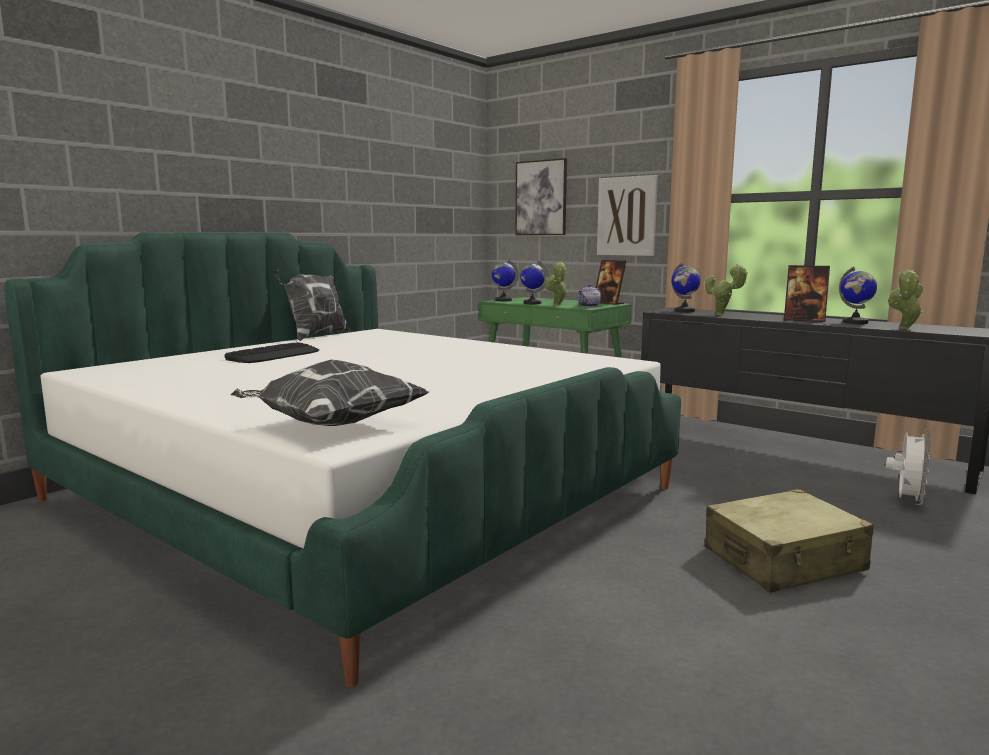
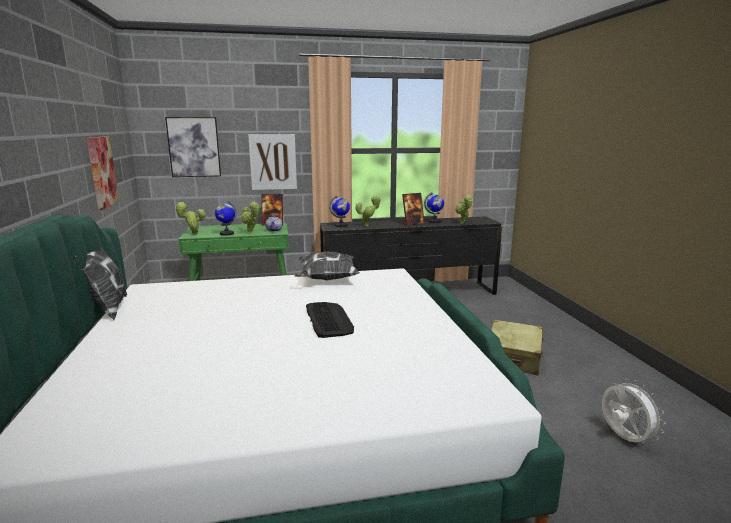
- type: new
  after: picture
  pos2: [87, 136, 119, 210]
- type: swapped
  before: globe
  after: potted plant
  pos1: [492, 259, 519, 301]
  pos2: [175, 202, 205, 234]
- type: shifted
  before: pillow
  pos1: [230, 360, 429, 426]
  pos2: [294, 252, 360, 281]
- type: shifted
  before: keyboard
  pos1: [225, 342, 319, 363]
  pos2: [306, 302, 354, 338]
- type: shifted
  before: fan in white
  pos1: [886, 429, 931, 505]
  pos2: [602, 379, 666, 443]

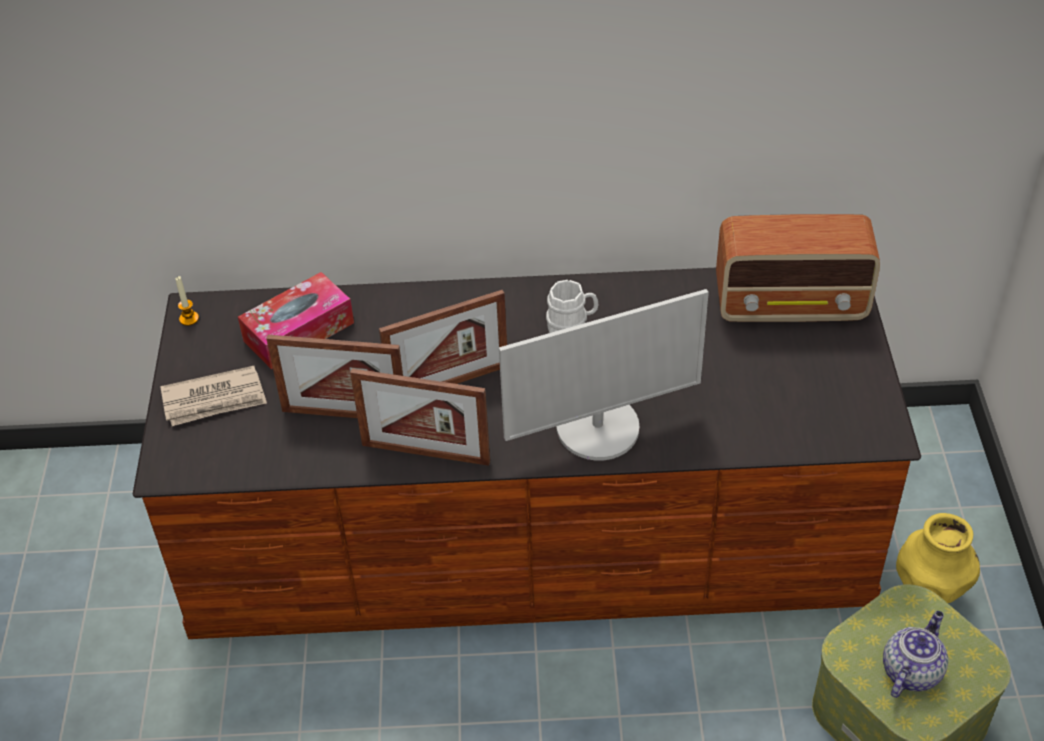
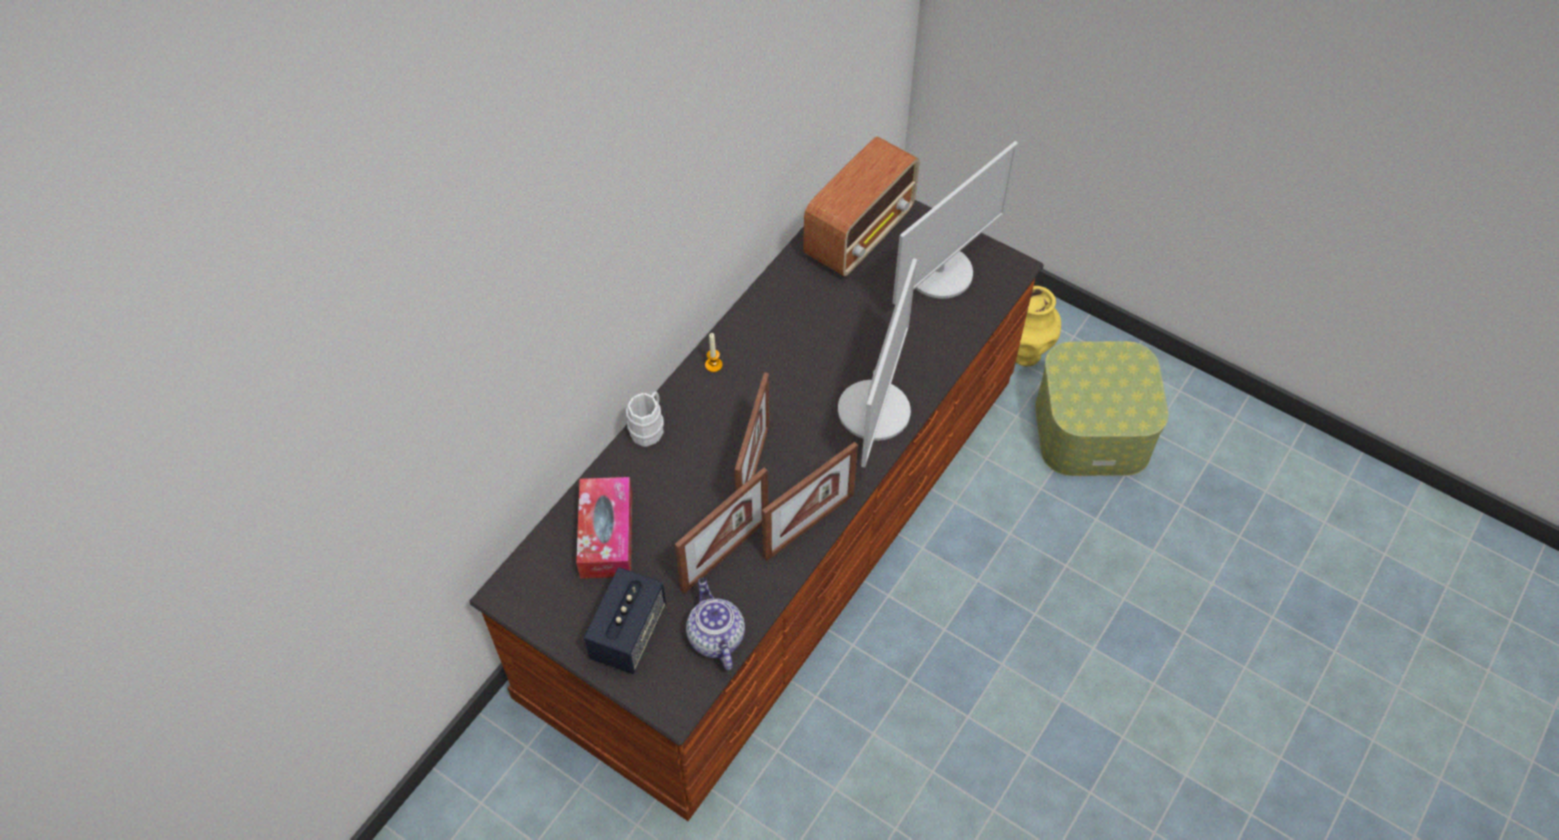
- type: swapped
  before: newspaper
  after: speaker
  pos1: [160, 366, 267, 426]
  pos2: [584, 567, 666, 674]
- type: shifted
  before: mug in white
  pos1: [546, 280, 599, 333]
  pos2: [626, 391, 664, 447]
- type: shifted
  before: teapot
  pos1: [883, 611, 948, 698]
  pos2: [686, 578, 745, 670]
- type: shifted
  before: candle
  pos1: [176, 276, 199, 326]
  pos2: [705, 333, 723, 372]
- type: new
  after: monitor
  pos2: [892, 141, 1018, 305]

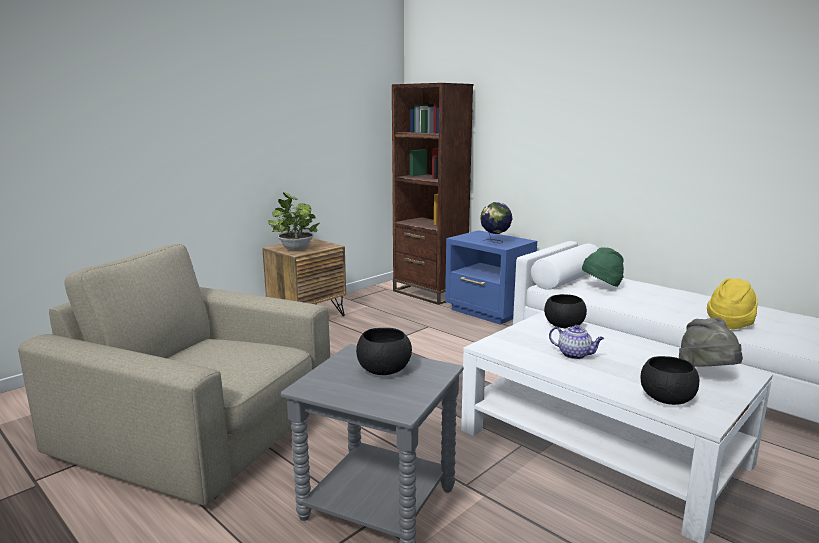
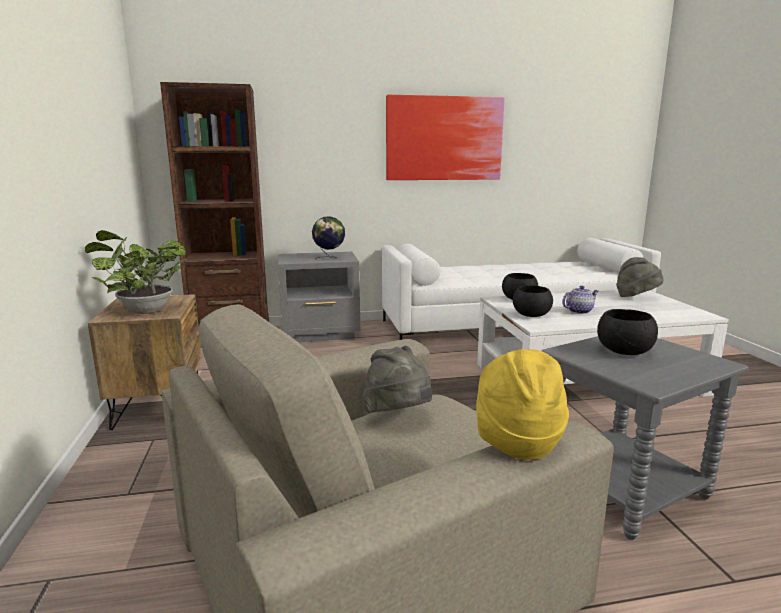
- type: repainted
  before: nightstand in blue
  after: nightstand in grey
  pos1: [445, 230, 537, 325]
  pos2: [278, 252, 360, 342]
- type: new
  after: hat in grey
  pos2: [362, 346, 432, 413]
- type: new
  after: picture
  pos2: [386, 95, 505, 180]
- type: shifted
  before: hat in yellow
  pos1: [707, 278, 758, 329]
  pos2: [476, 349, 569, 460]
- type: shifted
  before: bowl in black
  pos1: [641, 356, 699, 405]
  pos2: [513, 285, 553, 317]
- type: gone
  before: hat in green
  pos1: [582, 248, 624, 287]

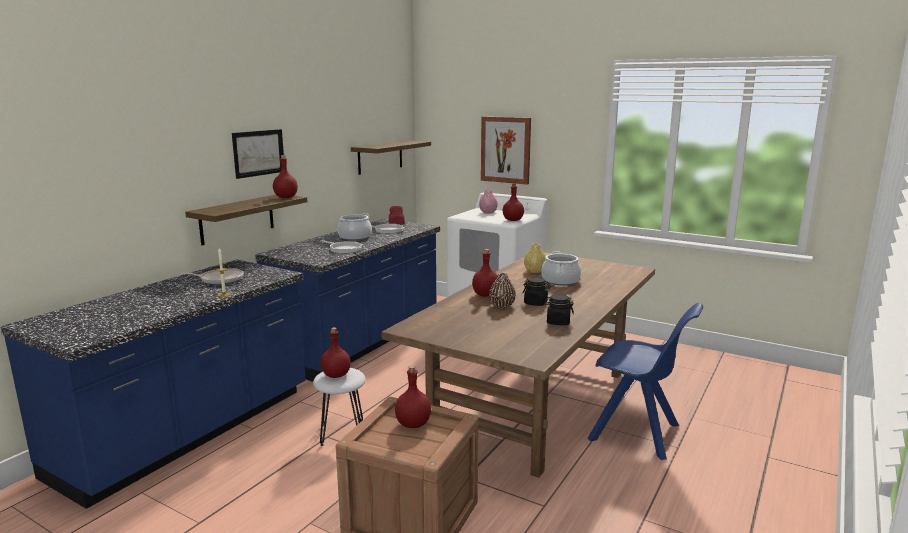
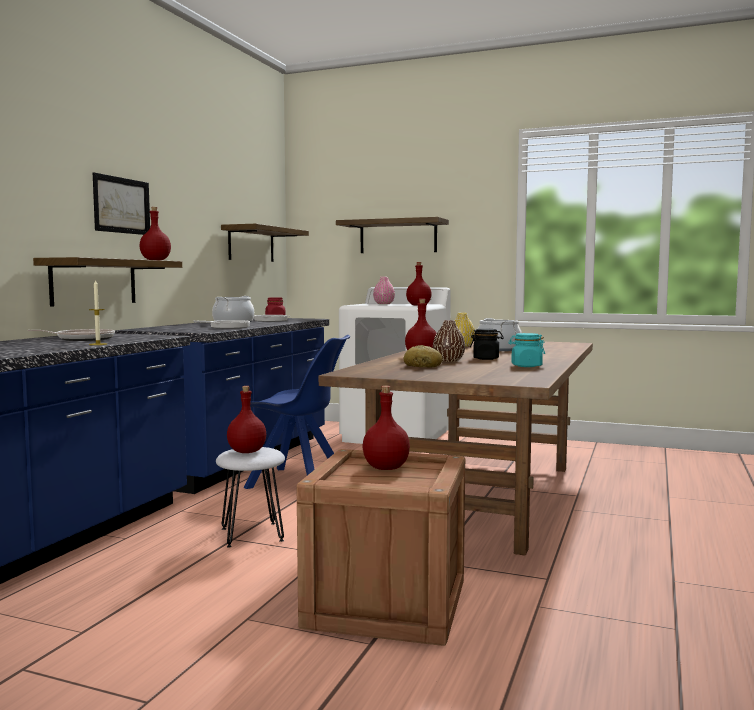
- type: shifted
  before: chair in blue
  pos1: [587, 303, 703, 460]
  pos2: [243, 335, 350, 489]
- type: swapped
  before: picture
  after: shelf
  pos1: [481, 117, 531, 185]
  pos2: [336, 217, 449, 253]
- type: new
  after: bread
  pos2: [404, 345, 443, 368]
- type: repainted
  before: jar in black
  after: jar in turquoise
  pos1: [544, 294, 574, 325]
  pos2: [508, 333, 545, 367]

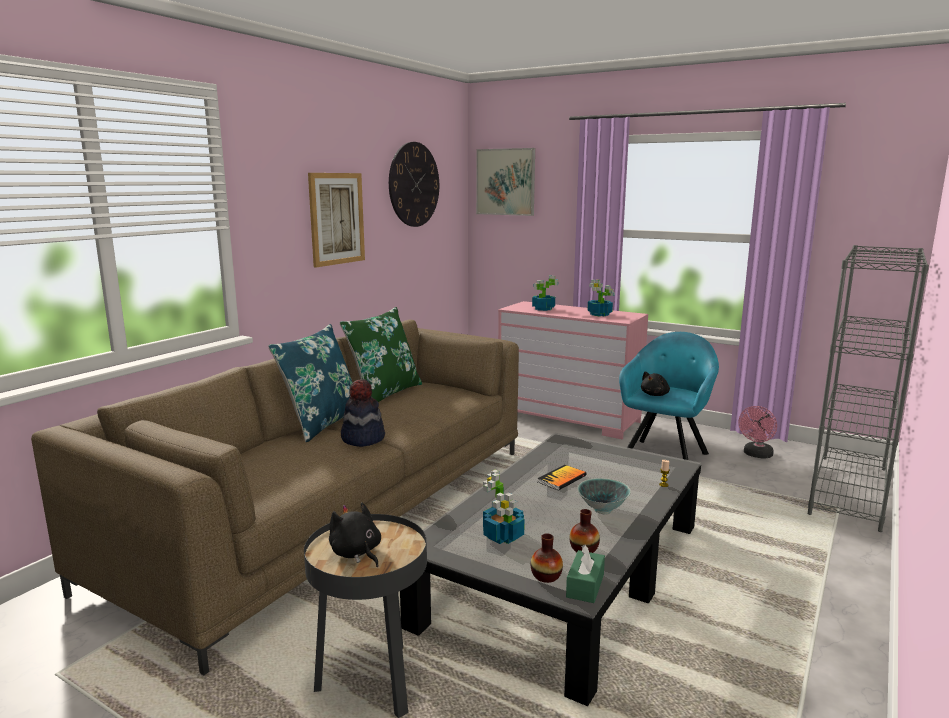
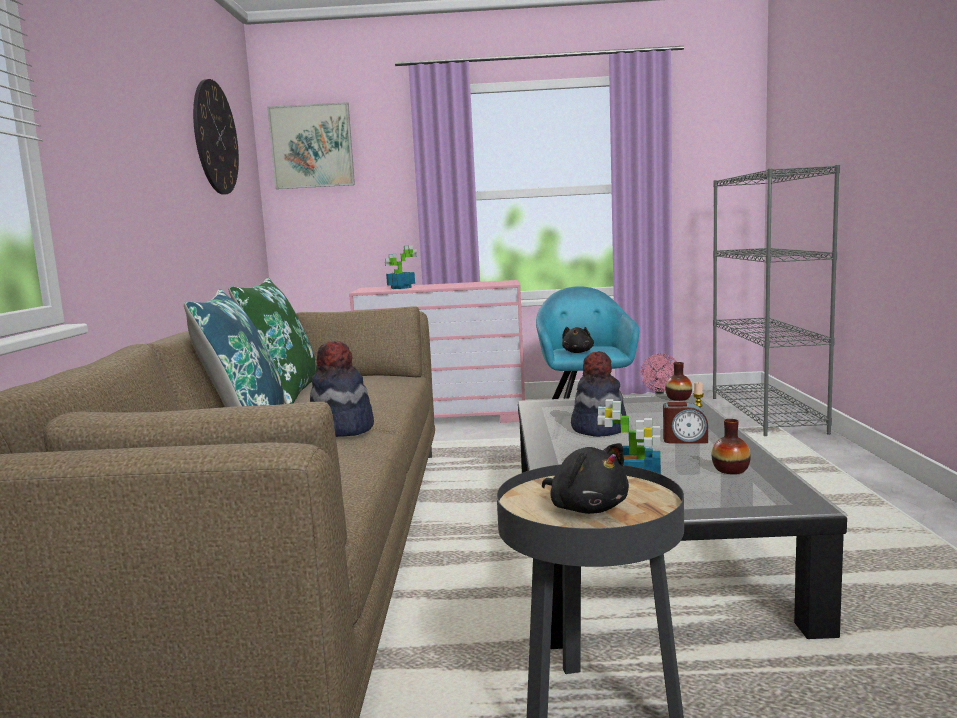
- type: rotated
  before: plush toy in black
  pos1: [329, 502, 381, 567]
  pos2: [542, 443, 629, 514]
  turn: -150
- type: swapped
  before: book
  after: hat
  pos1: [537, 465, 587, 490]
  pos2: [571, 351, 626, 437]
- type: swapped
  before: bowl
  after: alarm clock
  pos1: [578, 478, 631, 515]
  pos2: [663, 402, 708, 443]
- type: shifted
  before: vase
  pos1: [531, 533, 563, 583]
  pos2: [665, 362, 692, 401]
- type: gone
  before: picture
  pos1: [308, 173, 365, 267]
- type: gone
  before: tissue box in green
  pos1: [566, 545, 605, 603]
- type: gone
  before: potted plant
  pos1: [587, 280, 615, 316]

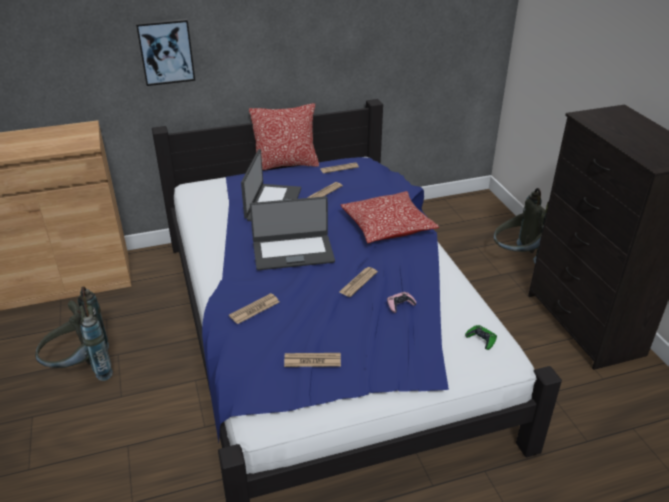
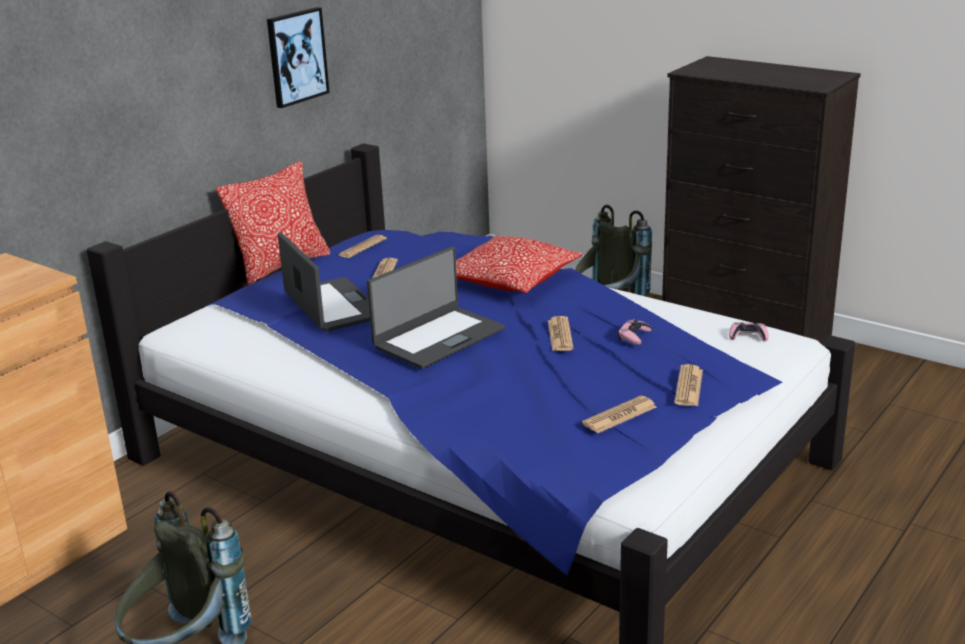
- type: shifted
  before: picture
  pos1: [136, 19, 195, 86]
  pos2: [267, 7, 330, 108]
- type: shifted
  before: newspaper
  pos1: [229, 293, 279, 324]
  pos2: [674, 364, 703, 406]
- type: repainted
  before: game controller in green
  after: game controller in pink
  pos1: [465, 325, 497, 350]
  pos2: [729, 322, 769, 341]

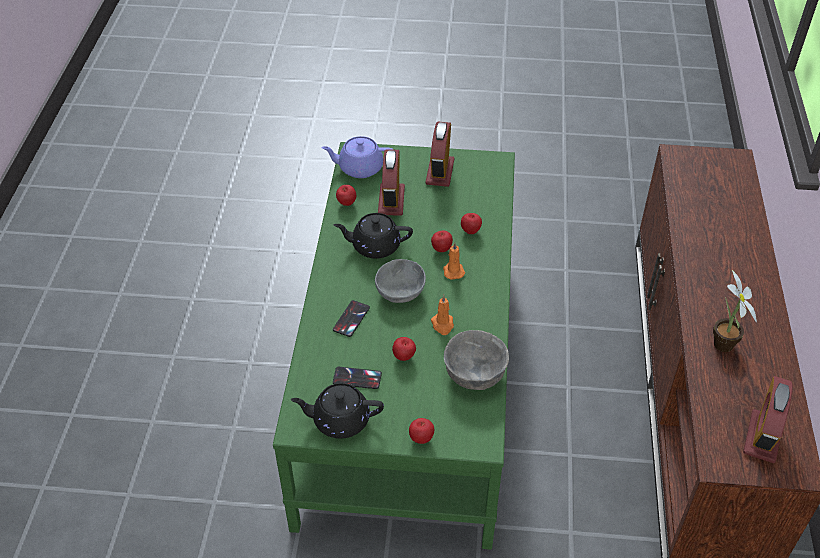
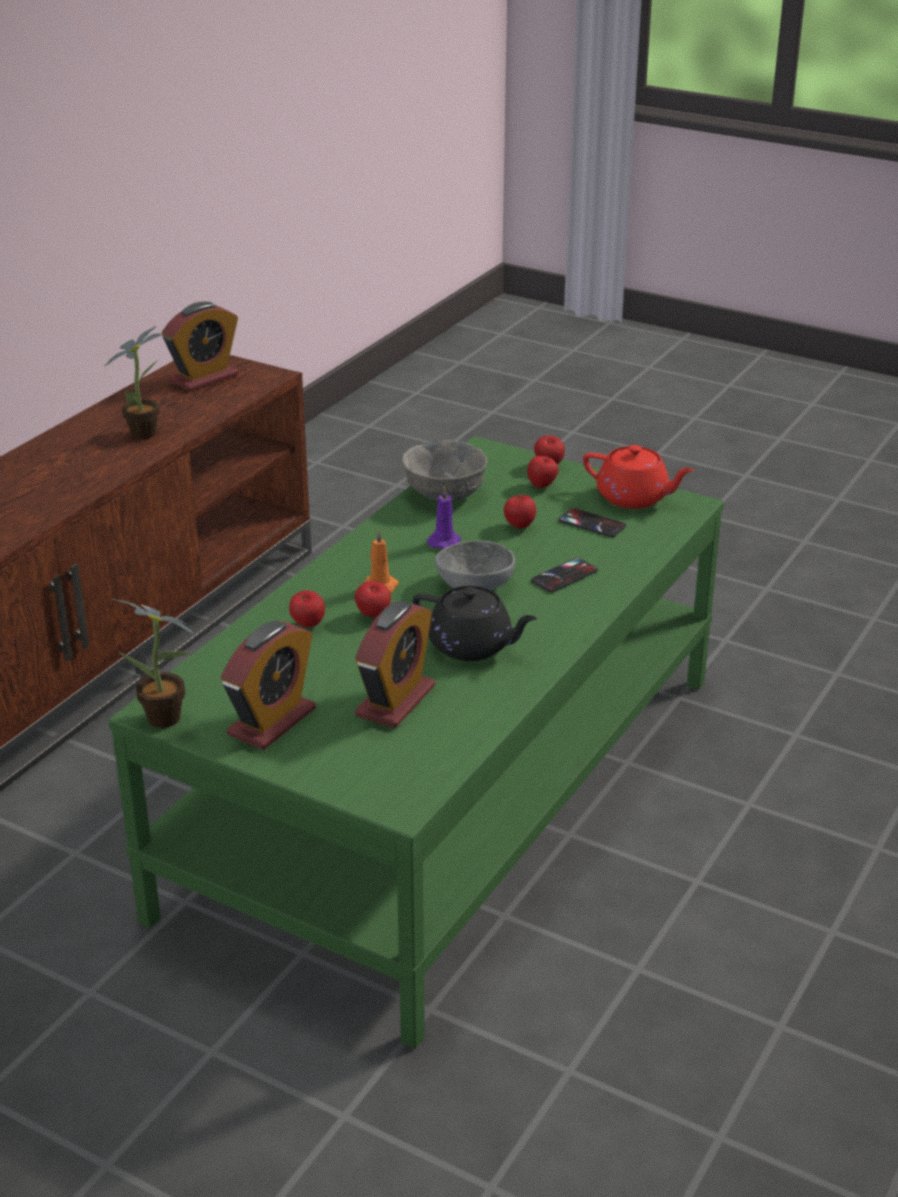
- type: new
  after: potted plant
  pos2: [112, 599, 193, 728]
- type: repainted
  before: candle in orange
  after: candle in purple
  pos1: [431, 295, 454, 335]
  pos2: [427, 485, 461, 549]
- type: shifted
  before: apple
  pos1: [336, 185, 356, 206]
  pos2: [527, 456, 559, 488]
- type: repainted
  before: teapot in black
  after: teapot in red
  pos1: [291, 383, 384, 439]
  pos2: [583, 445, 694, 509]
- type: gone
  before: teapot in purple
  pos1: [321, 136, 394, 178]

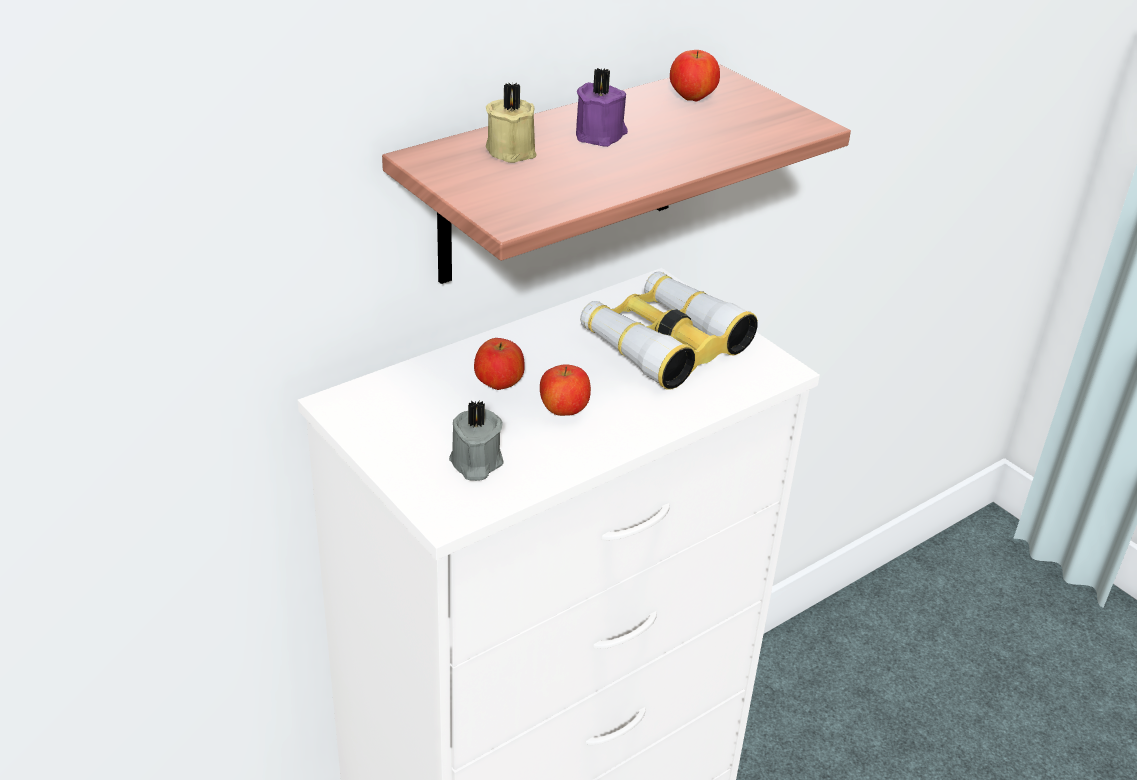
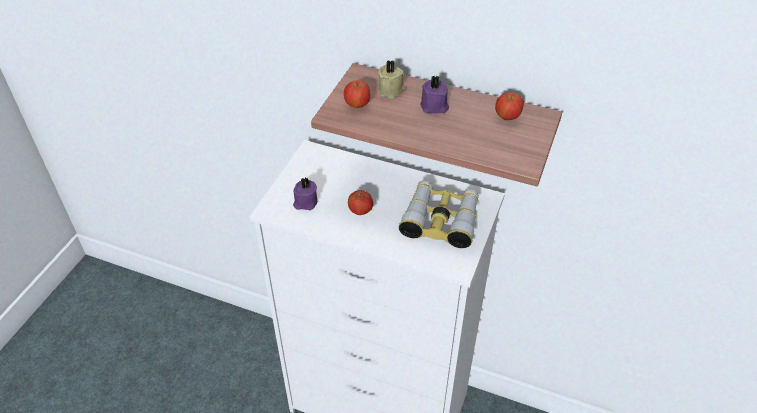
- type: repainted
  before: candle in grey
  after: candle in purple
  pos1: [449, 401, 504, 481]
  pos2: [293, 178, 317, 210]
- type: shifted
  before: apple
  pos1: [474, 338, 525, 390]
  pos2: [344, 80, 370, 108]

